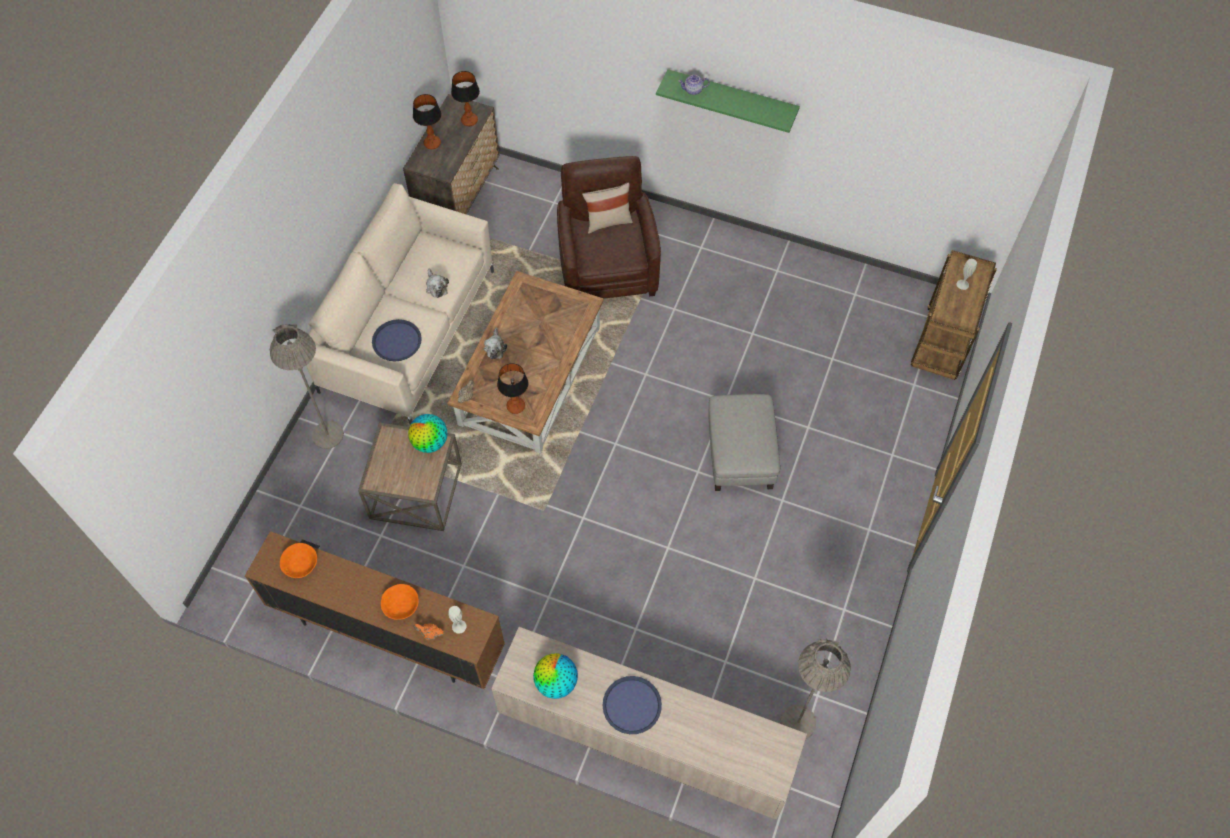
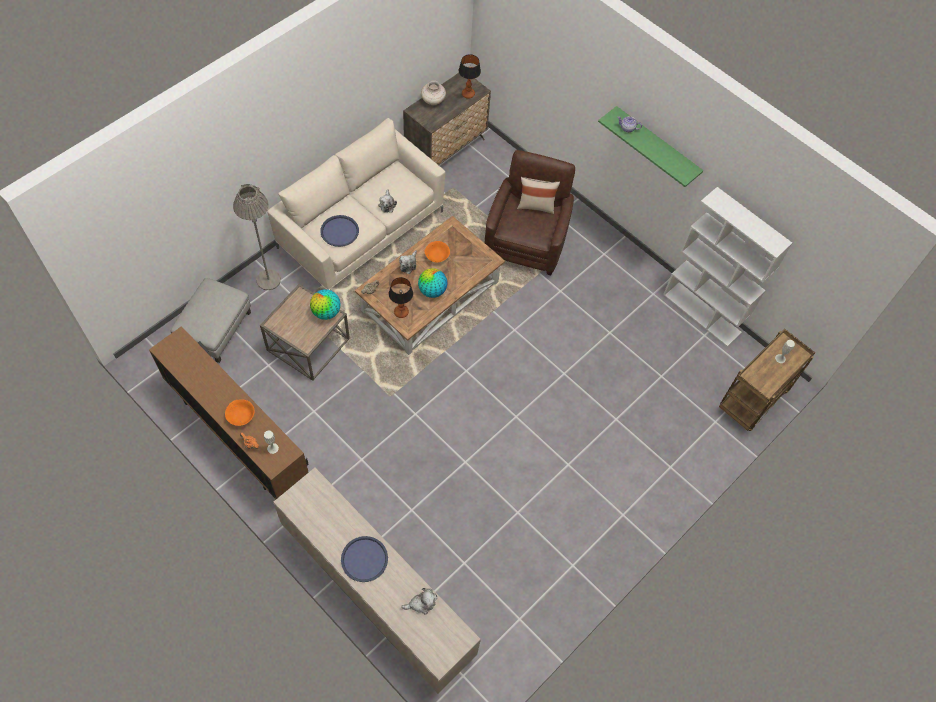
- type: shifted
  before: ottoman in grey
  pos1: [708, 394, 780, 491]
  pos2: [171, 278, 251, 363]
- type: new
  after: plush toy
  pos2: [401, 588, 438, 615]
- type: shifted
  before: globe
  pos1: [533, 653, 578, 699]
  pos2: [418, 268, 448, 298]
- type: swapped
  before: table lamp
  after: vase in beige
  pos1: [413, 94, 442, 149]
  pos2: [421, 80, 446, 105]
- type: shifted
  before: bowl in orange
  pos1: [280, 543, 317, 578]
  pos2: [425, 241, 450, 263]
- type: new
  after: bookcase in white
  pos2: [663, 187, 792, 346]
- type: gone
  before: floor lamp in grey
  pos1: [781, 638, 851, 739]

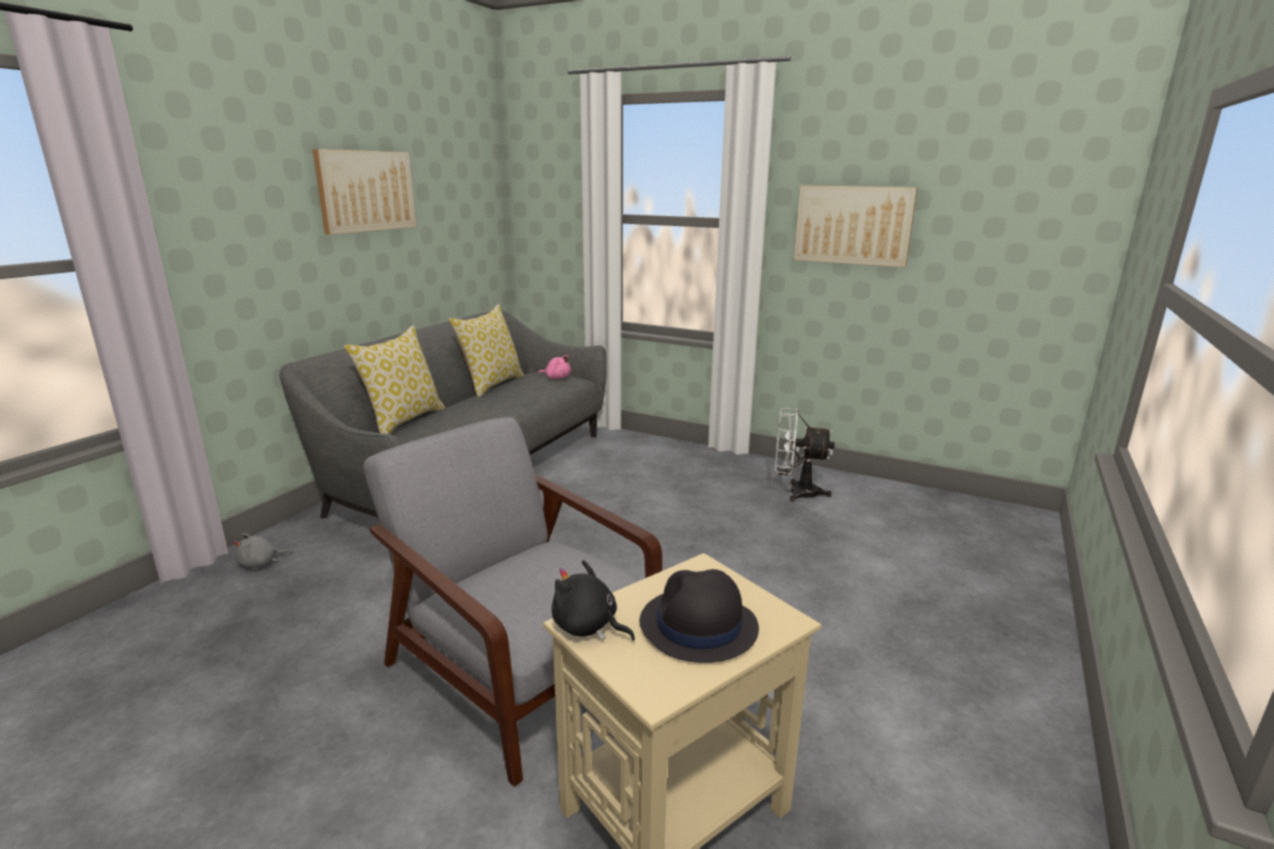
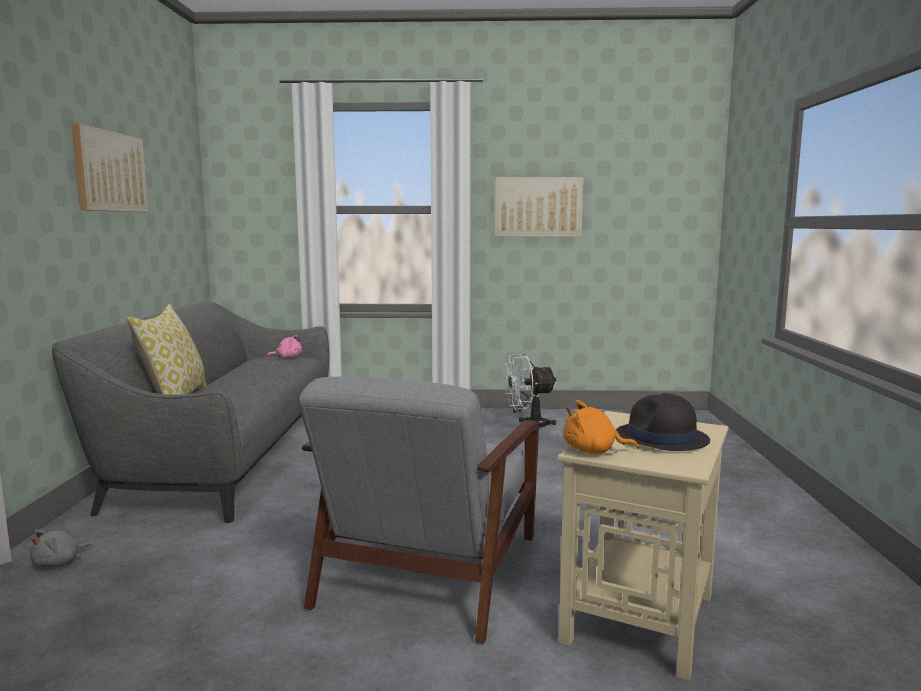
- type: rotated
  before: armchair in grey
  pos1: [364, 417, 662, 787]
  pos2: [299, 376, 539, 644]
  turn: -90
- type: repainted
  before: plush toy in black
  after: plush toy in orange
  pos1: [552, 560, 635, 641]
  pos2: [563, 400, 638, 454]
- type: gone
  before: pillow
  pos1: [449, 304, 524, 398]

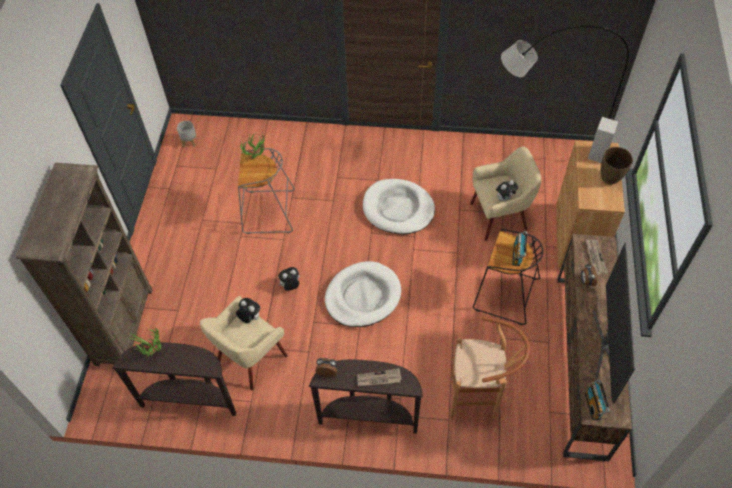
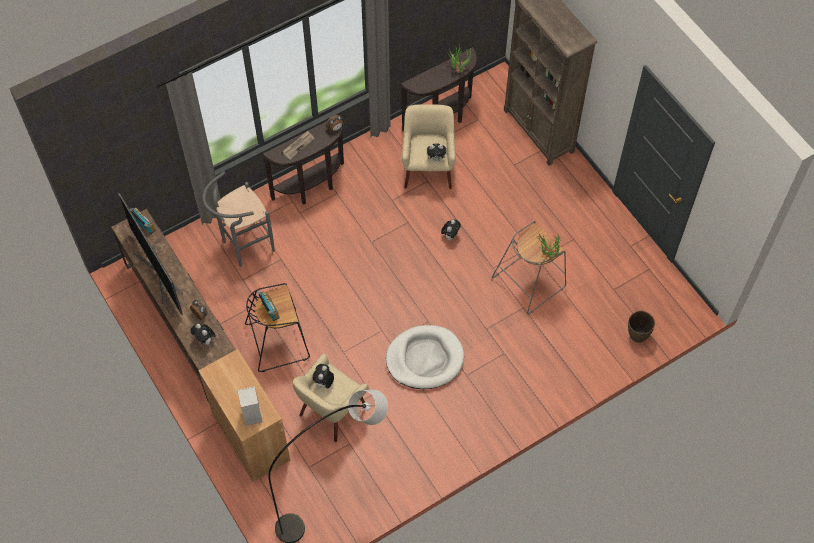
- type: swapped
  before: newspaper
  after: plush toy
  pos1: [586, 240, 608, 275]
  pos2: [190, 323, 216, 345]
- type: repainted
  before: stool in brown
  after: stool in grey
  pos1: [450, 317, 530, 420]
  pos2: [202, 171, 275, 267]
- type: shifted
  before: vase in brown
  pos1: [601, 147, 633, 185]
  pos2: [628, 311, 655, 343]
- type: gone
  before: planter in grey
  pos1: [177, 121, 197, 147]
- type: gone
  before: dog bed in white
  pos1: [325, 261, 401, 327]

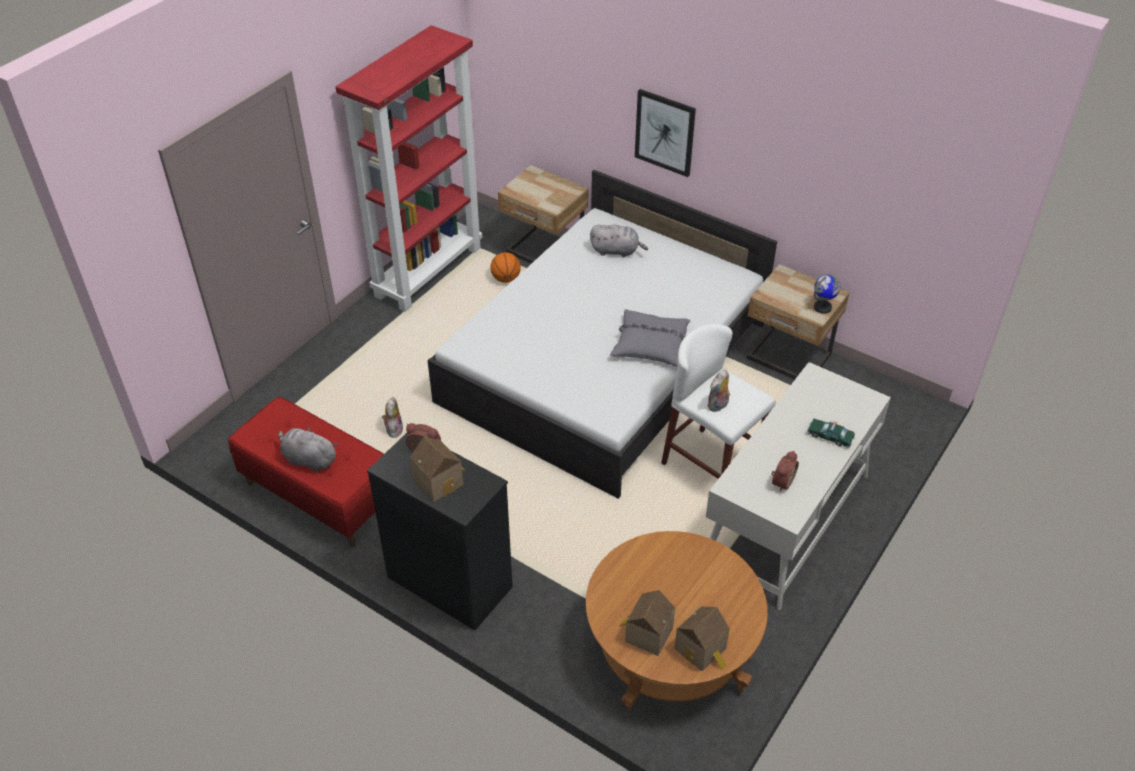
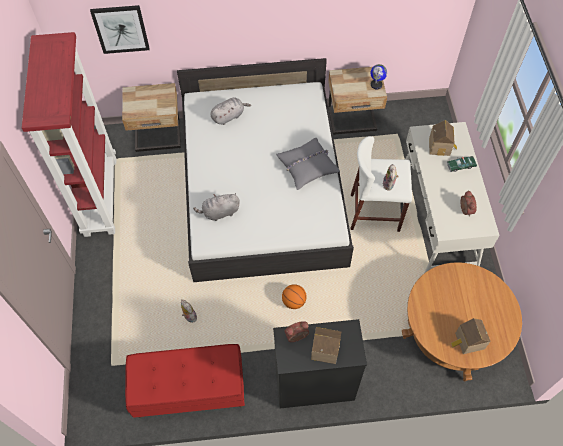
- type: shifted
  before: picture
  pos1: [635, 89, 696, 177]
  pos2: [90, 5, 150, 54]
- type: shifted
  before: plush toy in grey
  pos1: [278, 426, 337, 472]
  pos2: [193, 193, 240, 221]
- type: shifted
  before: basketball
  pos1: [490, 252, 521, 283]
  pos2: [282, 284, 307, 309]
- type: shifted
  before: toy house
  pos1: [674, 606, 730, 671]
  pos2: [429, 120, 457, 156]

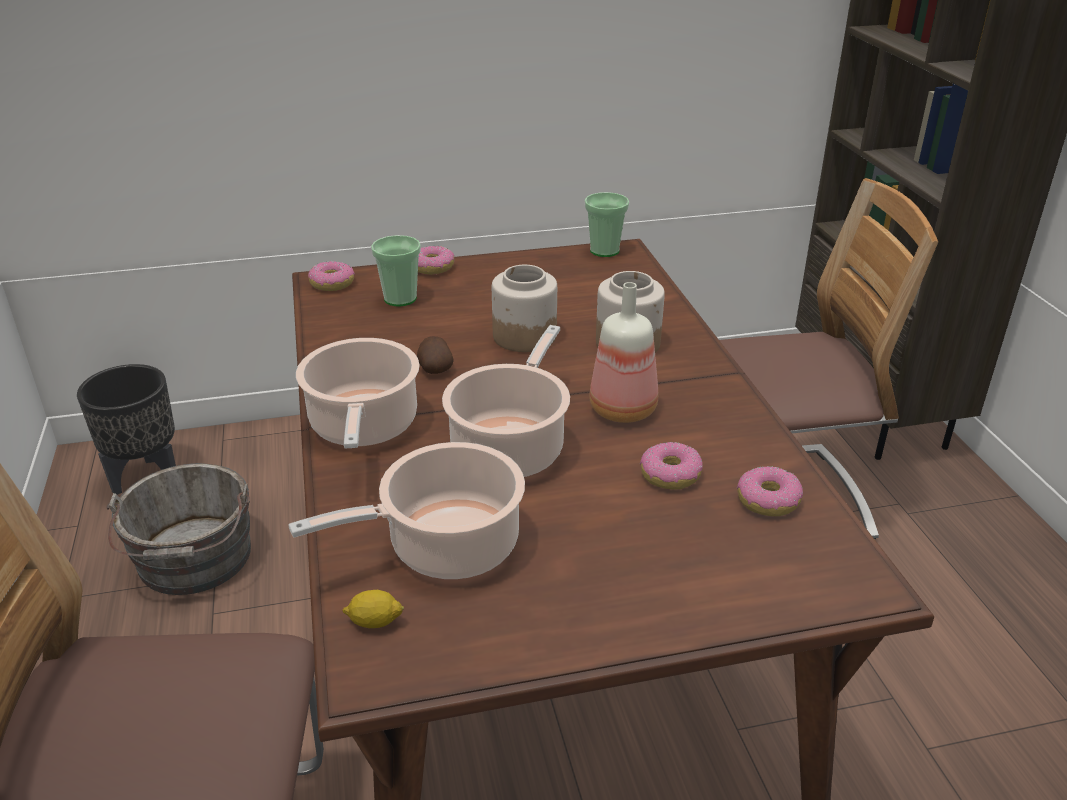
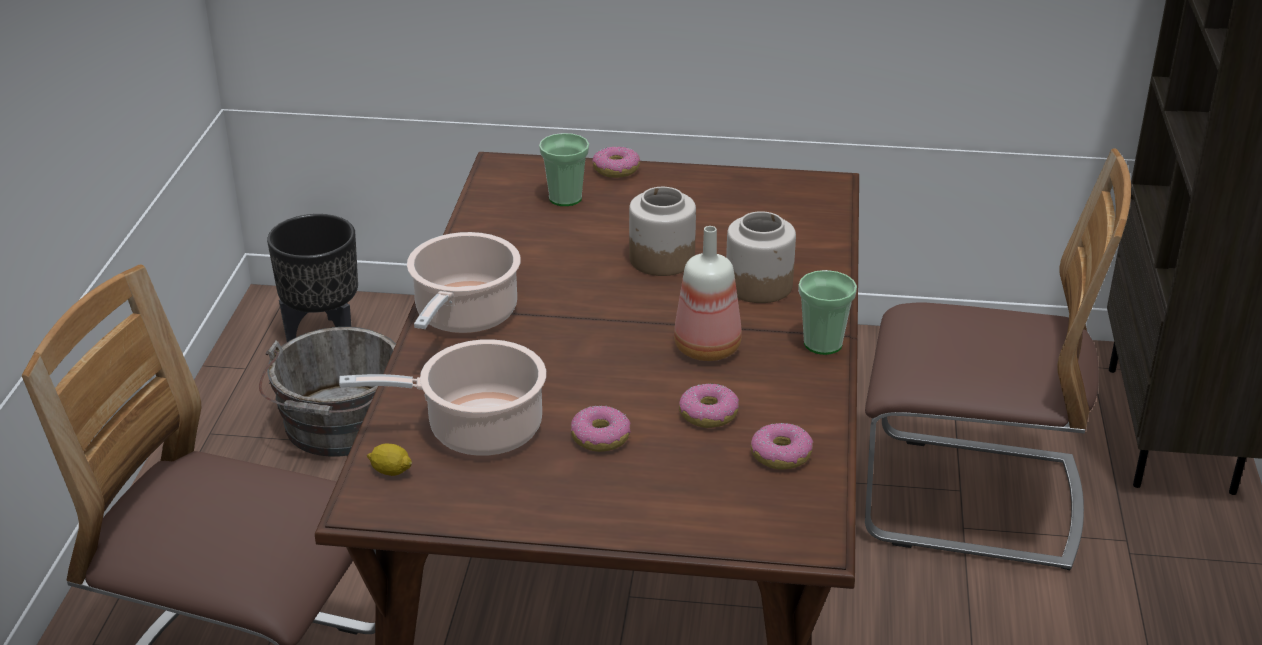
- type: shifted
  before: donut
  pos1: [308, 261, 355, 291]
  pos2: [571, 406, 631, 452]
- type: shifted
  before: cup
  pos1: [585, 192, 629, 257]
  pos2: [798, 270, 857, 355]
- type: gone
  before: potato
  pos1: [417, 336, 453, 374]
- type: gone
  before: cooking pot
  pos1: [442, 325, 570, 477]

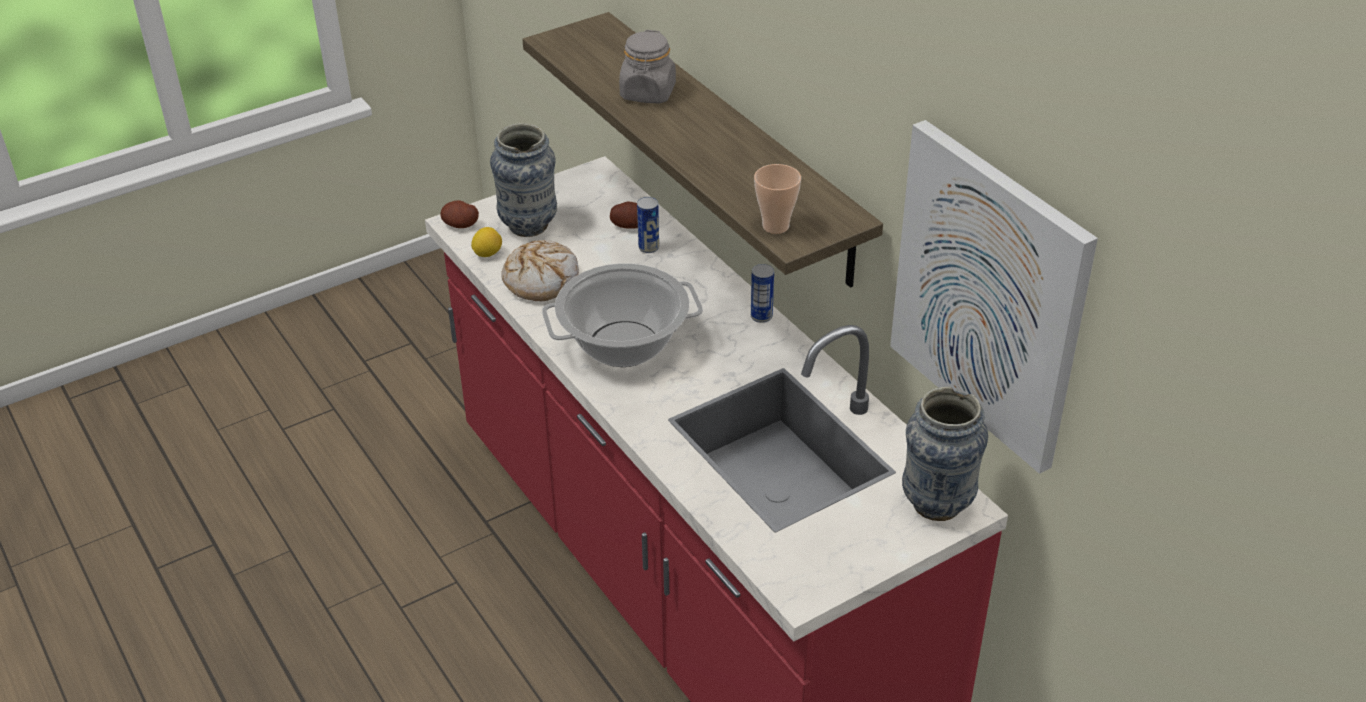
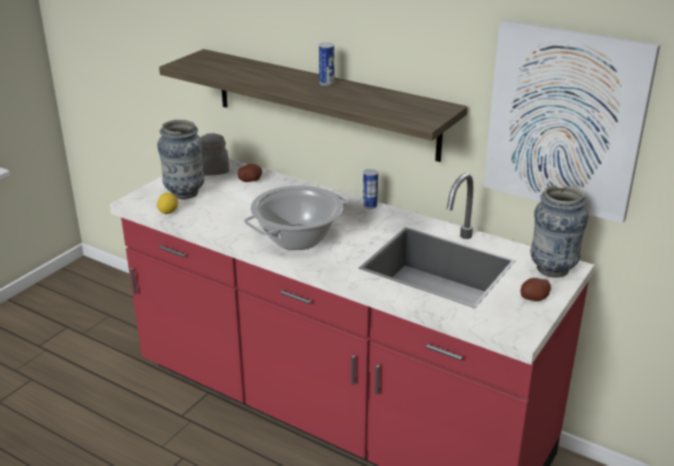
- type: shifted
  before: jar in grey
  pos1: [619, 30, 676, 103]
  pos2: [200, 133, 230, 175]
- type: shifted
  before: can
  pos1: [637, 197, 659, 253]
  pos2: [319, 43, 334, 86]
- type: shifted
  before: potato
  pos1: [440, 200, 479, 228]
  pos2: [520, 278, 551, 301]
- type: gone
  before: bread
  pos1: [502, 240, 579, 302]
- type: gone
  before: cup
  pos1: [754, 164, 801, 234]

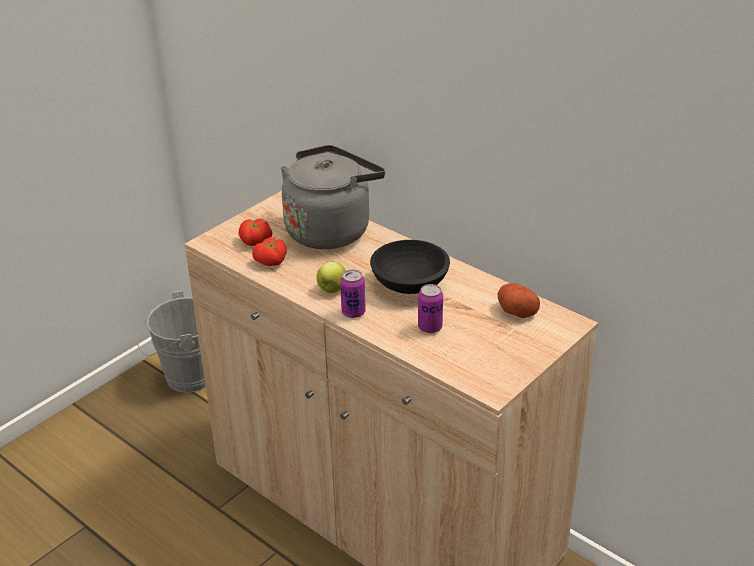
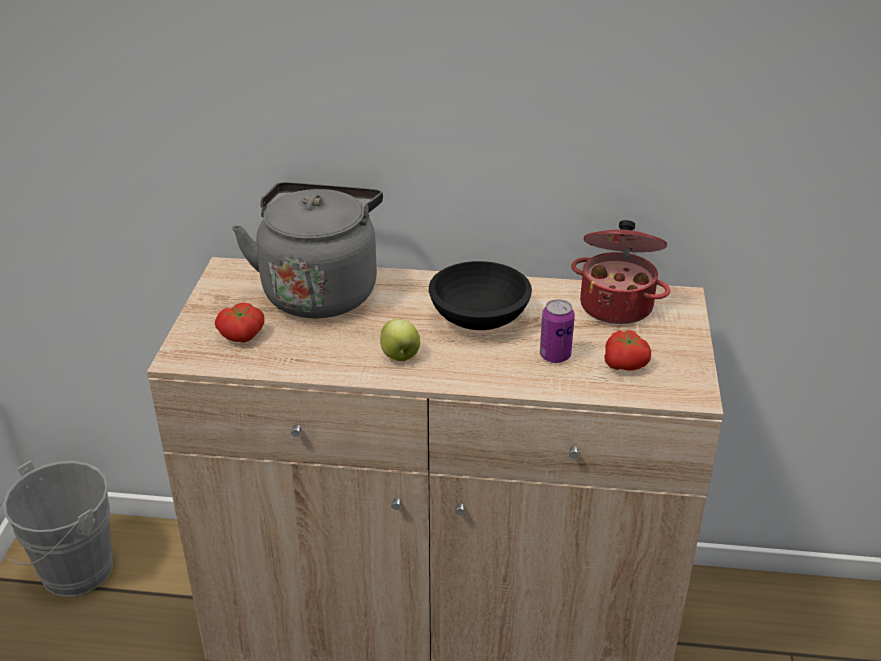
- type: swapped
  before: potato
  after: cooking pot
  pos1: [498, 283, 540, 318]
  pos2: [571, 220, 670, 324]
- type: shifted
  before: tomato
  pos1: [252, 237, 287, 266]
  pos2: [605, 330, 651, 370]
- type: gone
  before: can
  pos1: [340, 270, 366, 318]

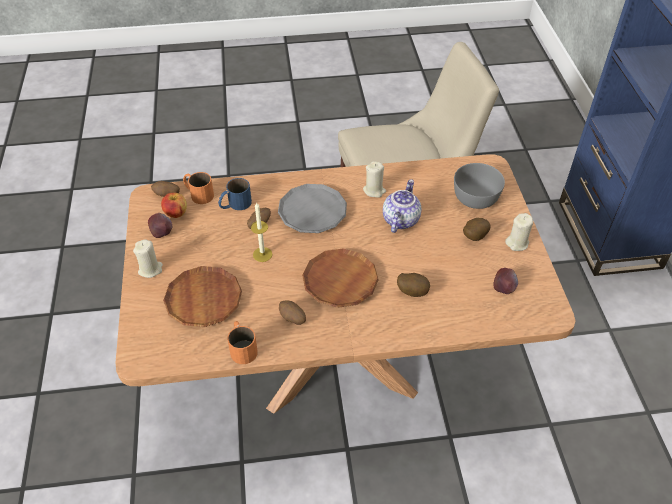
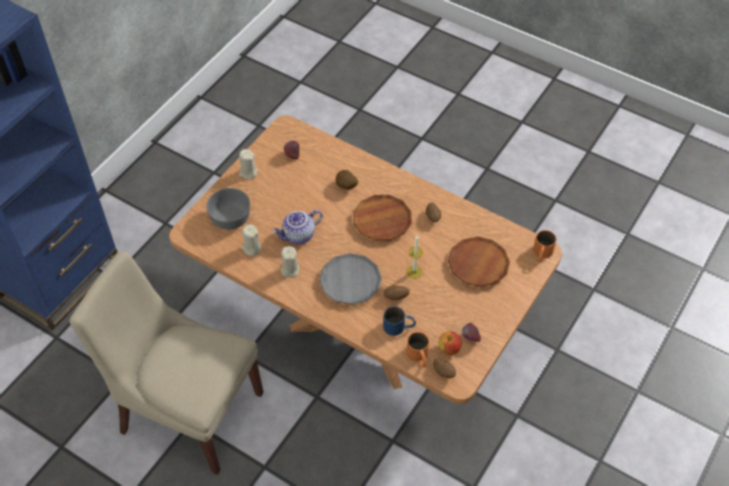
- type: shifted
  before: candle in beige
  pos1: [133, 239, 163, 278]
  pos2: [241, 224, 262, 256]
- type: shifted
  before: mug in orange
  pos1: [227, 321, 258, 364]
  pos2: [533, 230, 557, 262]
- type: gone
  before: potato
  pos1: [463, 218, 491, 241]

